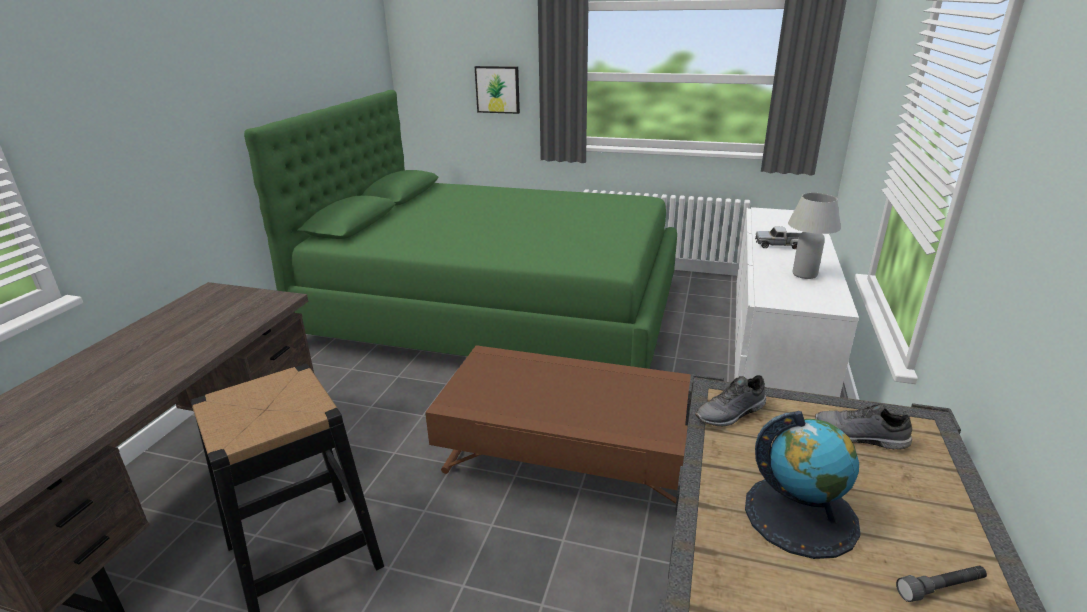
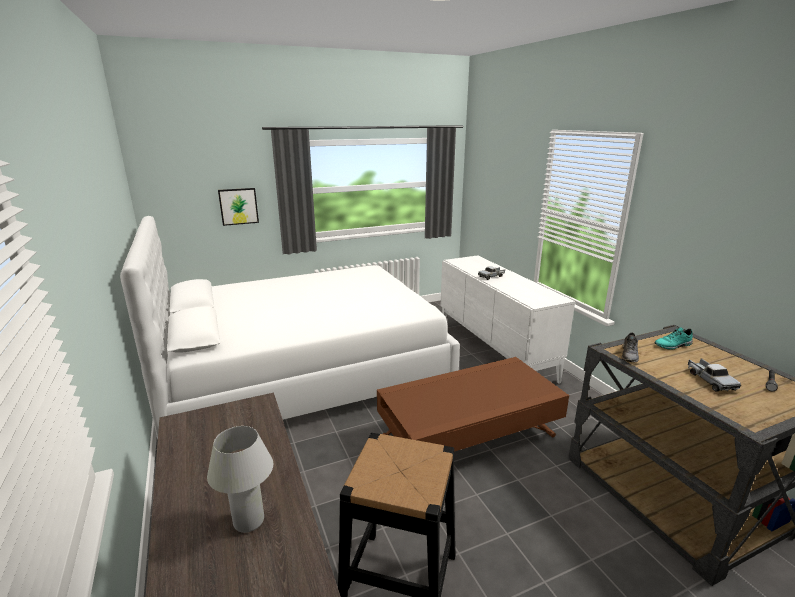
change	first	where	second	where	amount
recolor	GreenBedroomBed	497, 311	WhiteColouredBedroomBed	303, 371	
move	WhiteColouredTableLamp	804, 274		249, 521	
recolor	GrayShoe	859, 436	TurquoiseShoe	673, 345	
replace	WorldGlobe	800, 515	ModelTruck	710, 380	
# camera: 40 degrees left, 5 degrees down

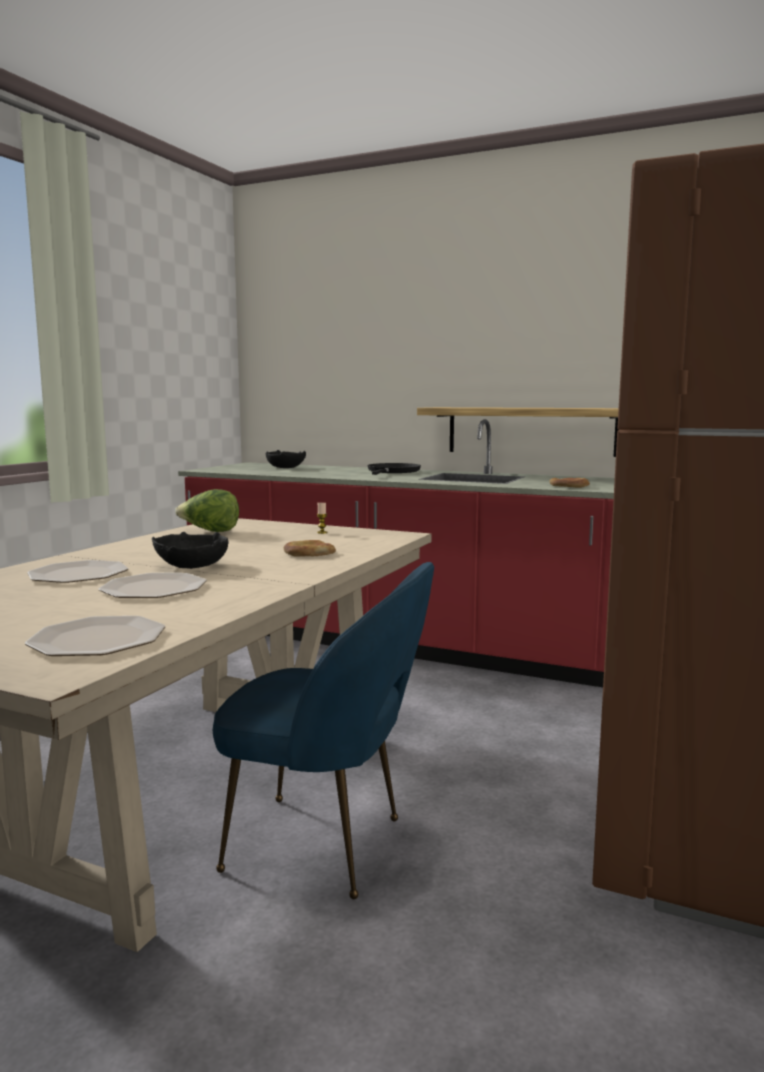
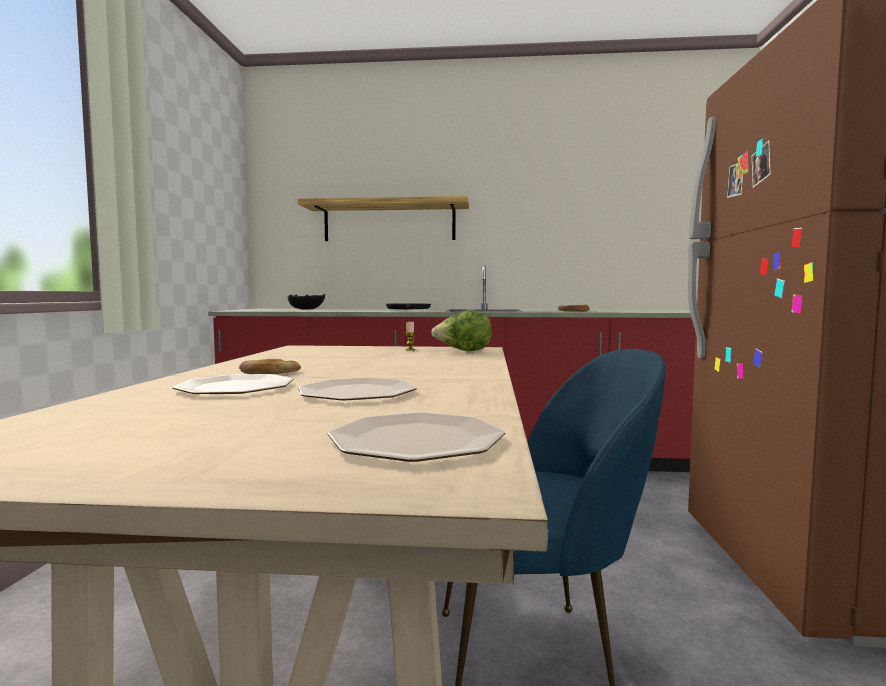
change	first	where	second	where	amount
move	Bread	308, 553		269, 372	
move	Shelf	530, 431		389, 222	
move	HeadOfLettuce	210, 531		463, 351	
delete	BlackDeepDish	192, 566			
# camera: 20 degrees left, 5 degrees down

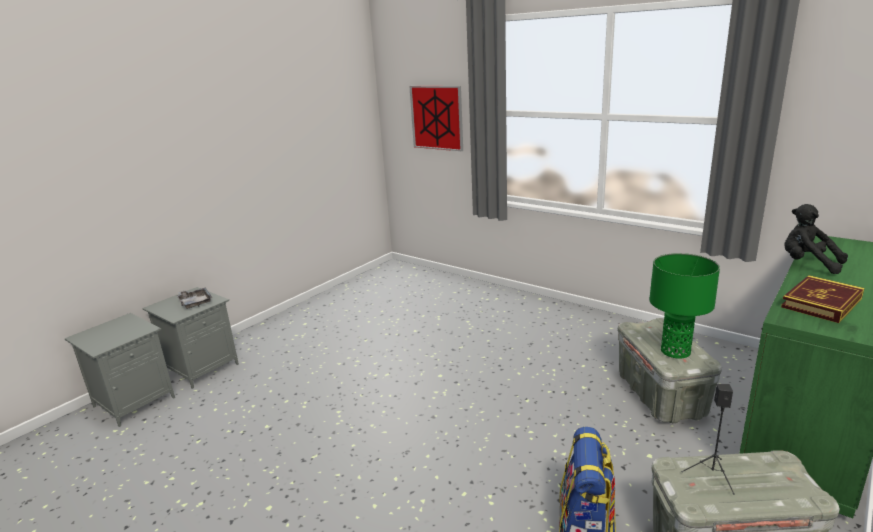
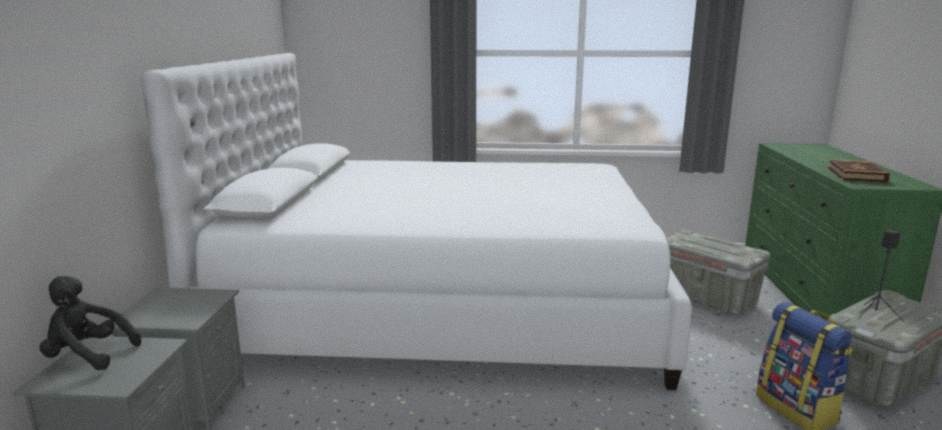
change	first	where	second	where	amount
move	BlackSoftToy	807, 264		88, 356	
insert			WhiteColouredBedroomBed	443, 305	
delete	GrayTray	195, 302			
delete	Picture	437, 117			
delete	GreenTableLamp	675, 351			
# camera: 35 degrees left, 5 degrees down

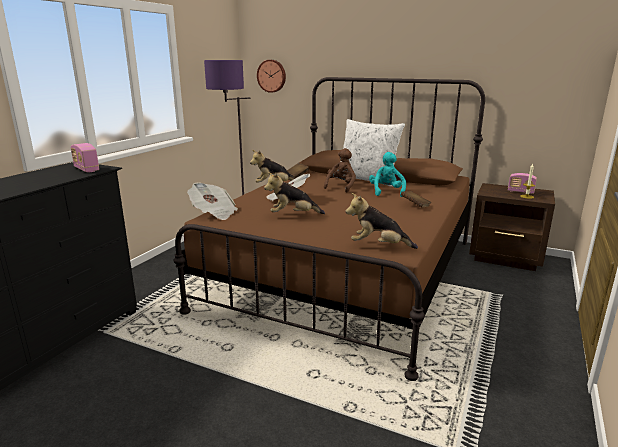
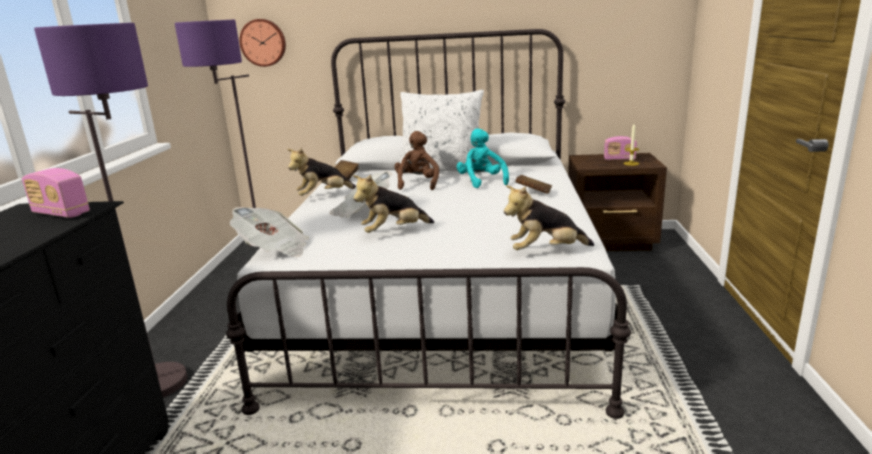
change	first	where	second	where	amount
insert			PurpleFloorLamp	169, 388	
recolor	BrownishBedroomBed	346, 273	WhiteColouredBedroomBed	444, 299	
# camera: 20 degrees left, 0 degrees up

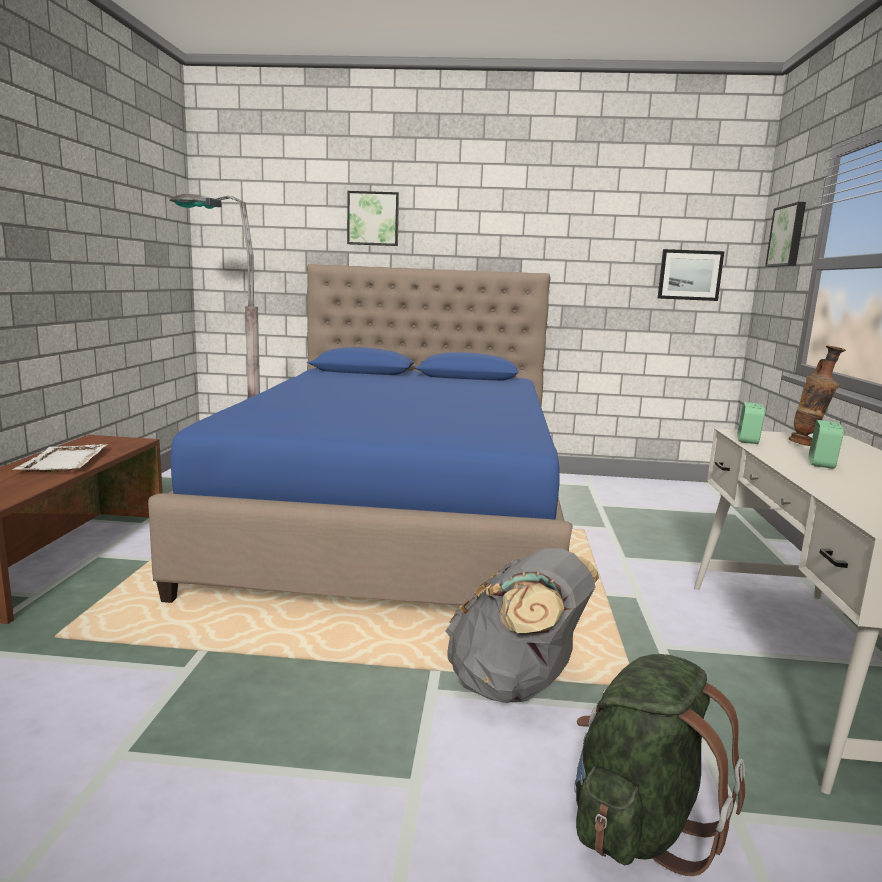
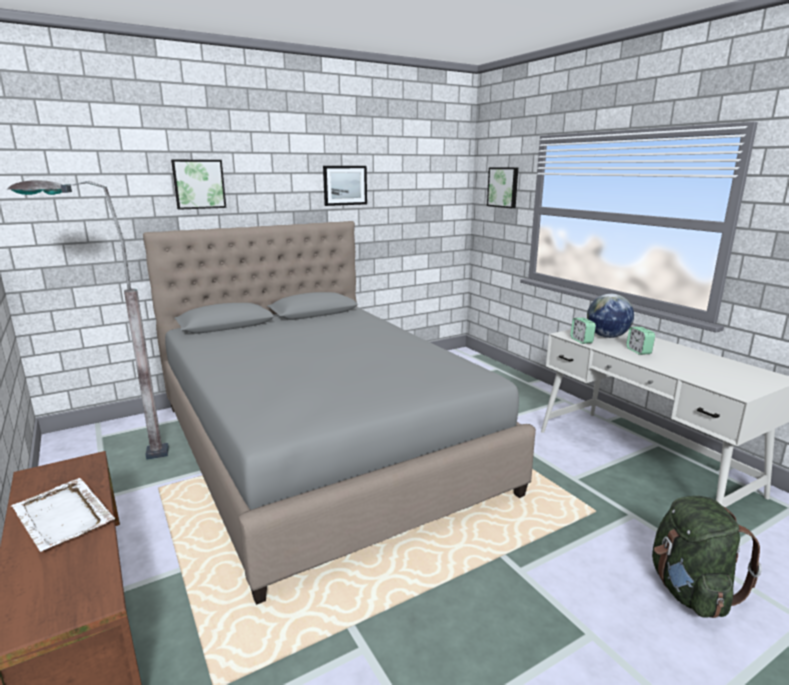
change	first	where	second	where	amount
recolor	BlueBedroomBed	398, 520	GrayBedroomBed	322, 446	
move	Picture	689, 275		345, 185	
replace	DecorativeVase	808, 445	WorldGlobe	607, 336	
delete	GrayKnapsack	515, 686			
# camera: 35 degrees left, 5 degrees up

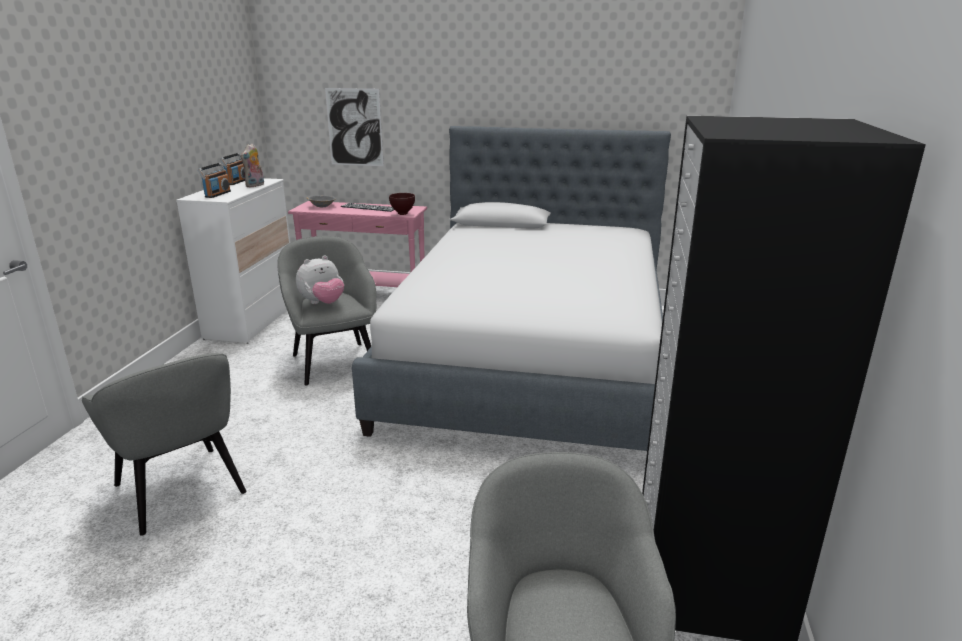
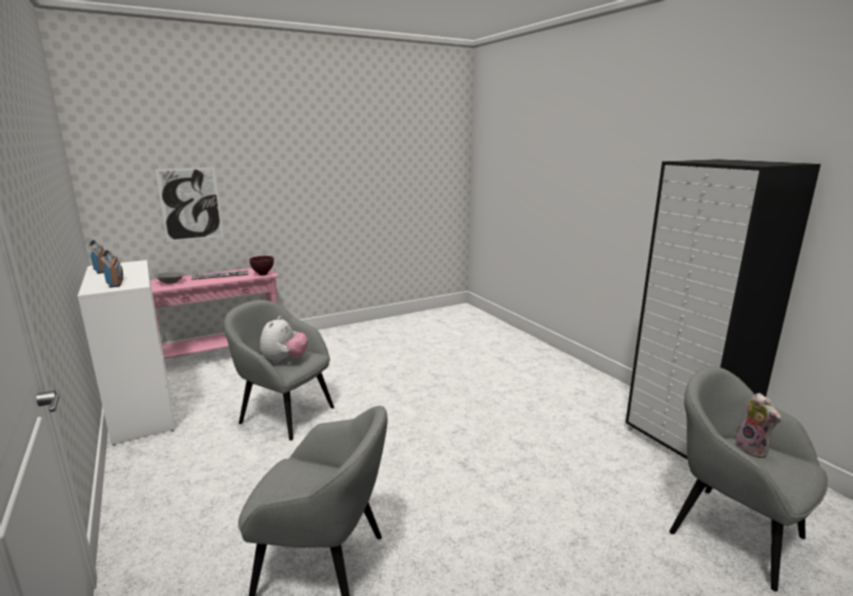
change	first	where	second	where	amount
move	SoftToy	255, 185		753, 450	
delete	BedroomBed	533, 358			
# camera: 40 degrees left, 5 degrees down

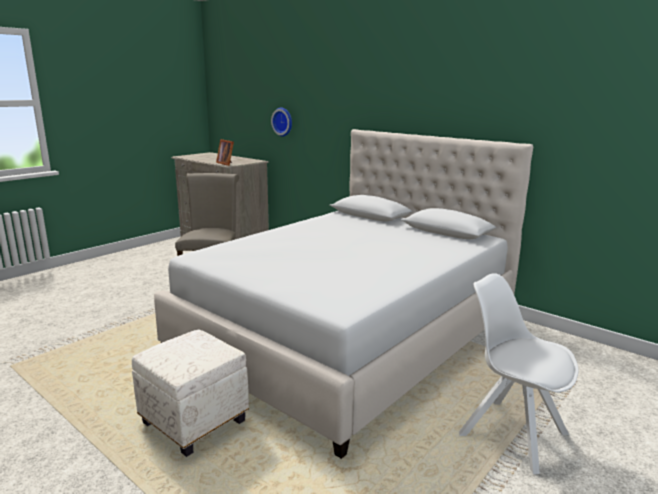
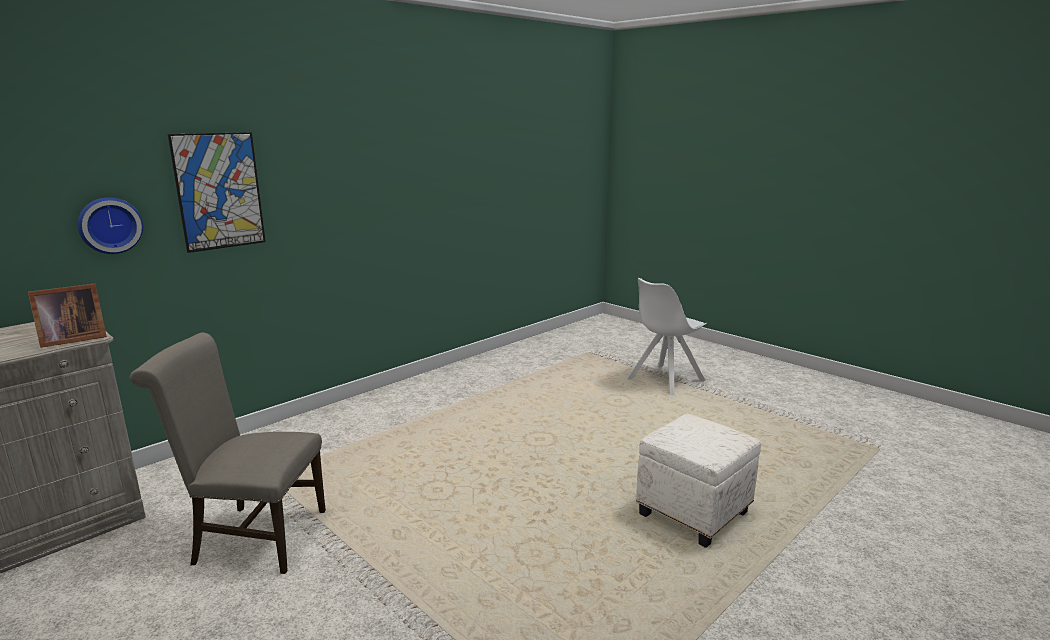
change	first	where	second	where	amount
insert			Picture	219, 191	
delete	WhiteColouredBedroomBed	349, 334			
# camera: 85 degrees left, 0 degrees up

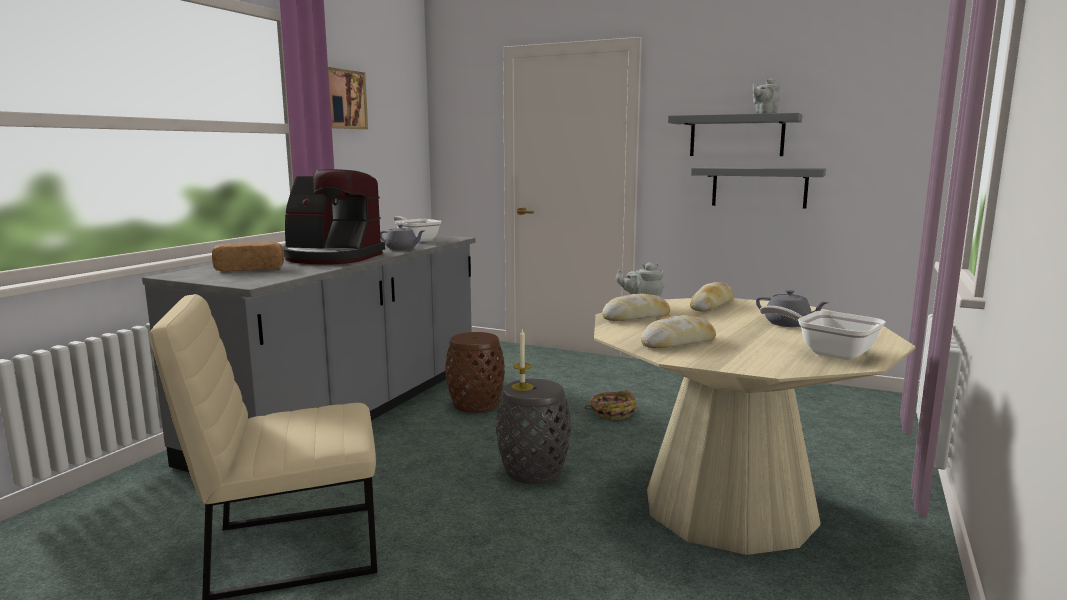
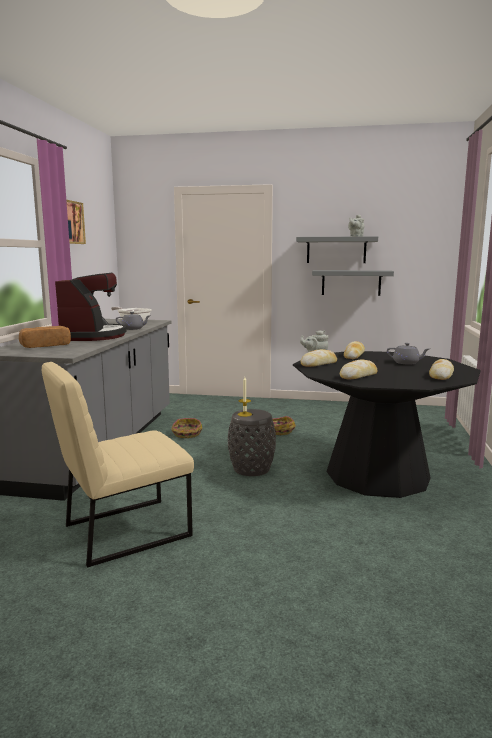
change	first	where	second	where	amount
rotate	CoffeeBrewer	332, 257		92, 336	90 degrees counterclockwise
replace	BrownishStoolSeat	475, 404	HouseholdBasket	186, 434	
recolor	SandColouredKitchenTable	729, 506	BlackKitchenTable	377, 474	
replace	Skillet	828, 352	Bread	441, 375	
# camera: 15 degrees left, 0 degrees up

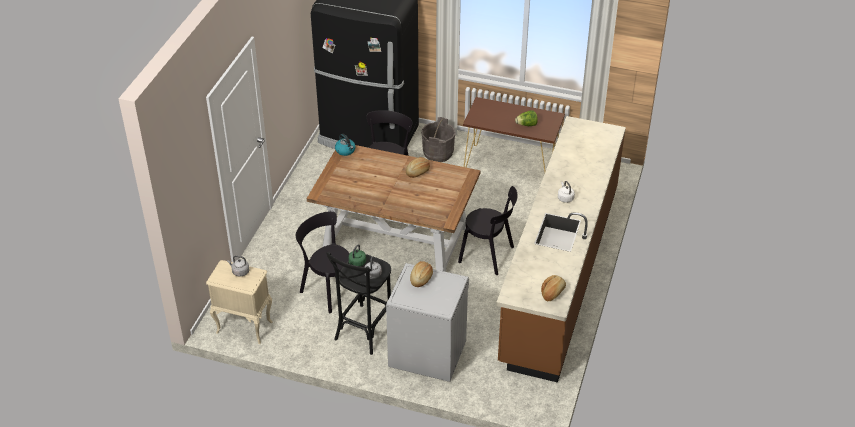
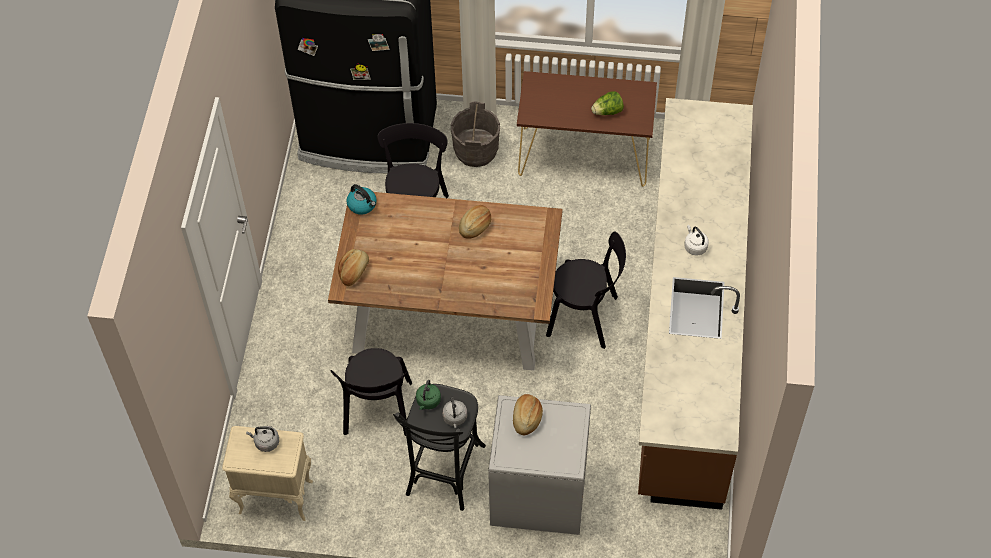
change	first	where	second	where	amount
rotate	BlackChair	329, 289		377, 411	120 degrees counterclockwise
move	Bread	553, 292		354, 271	
# camera: 10 degrees left, 15 degrees up

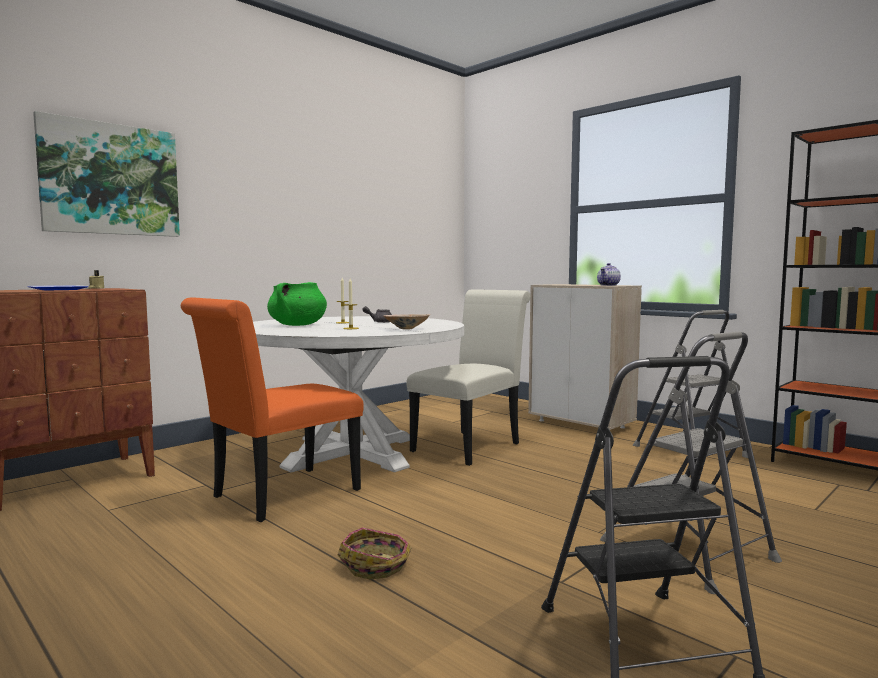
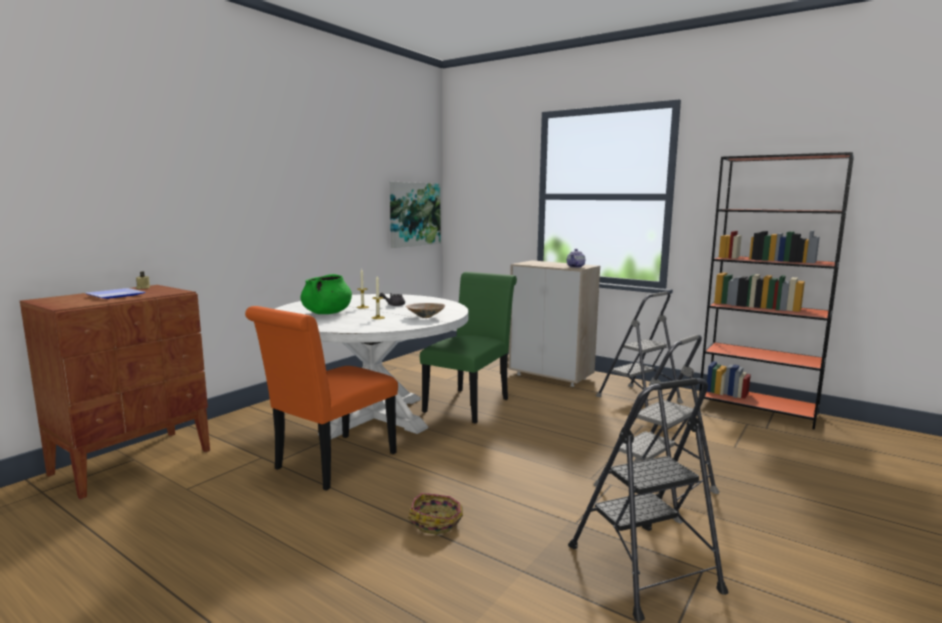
change	first	where	second	where	amount
move	Picture	110, 179		414, 214	
recolor	WhiteColouredChair	470, 446	GreenChair	470, 403	
# camera: 10 degrees left, 5 degrees up

